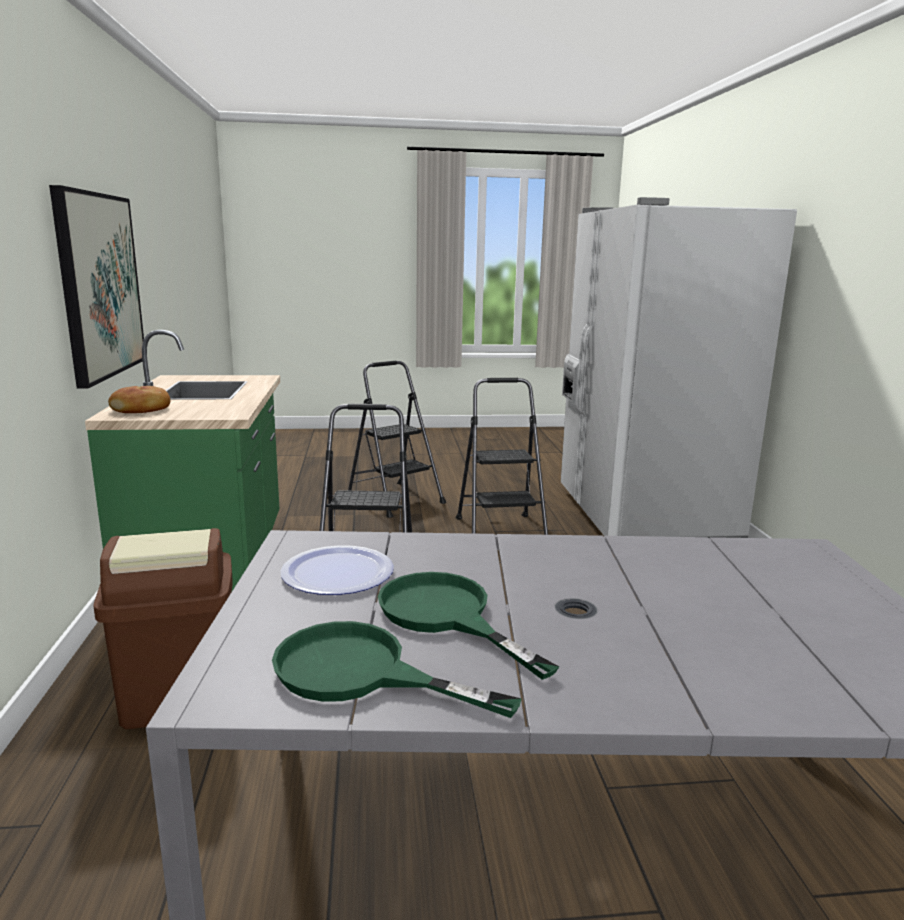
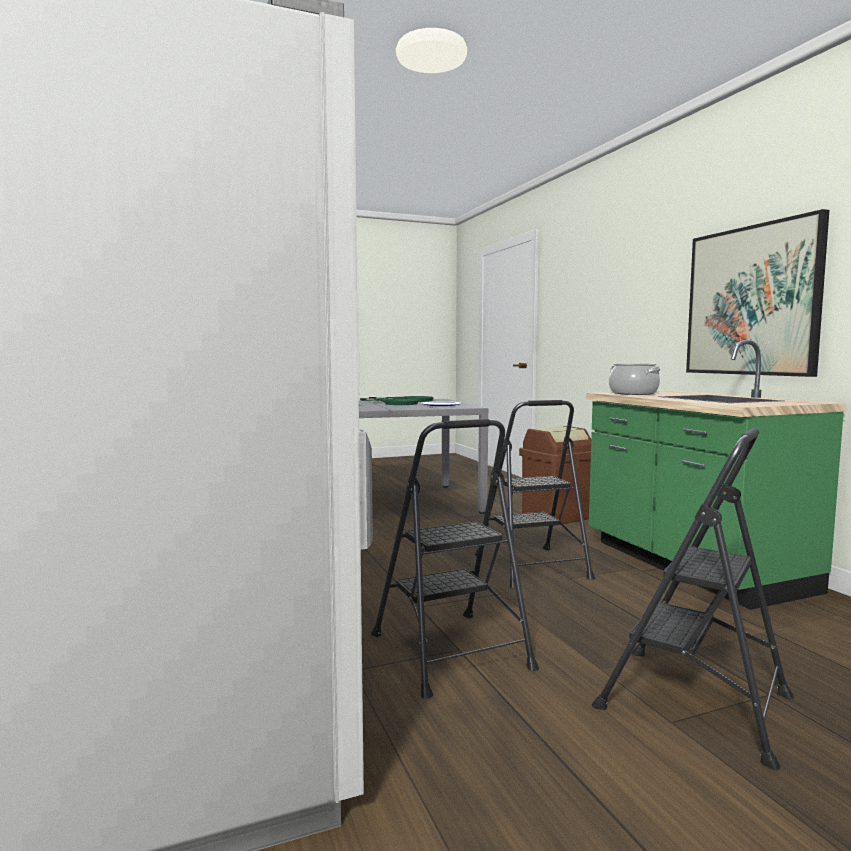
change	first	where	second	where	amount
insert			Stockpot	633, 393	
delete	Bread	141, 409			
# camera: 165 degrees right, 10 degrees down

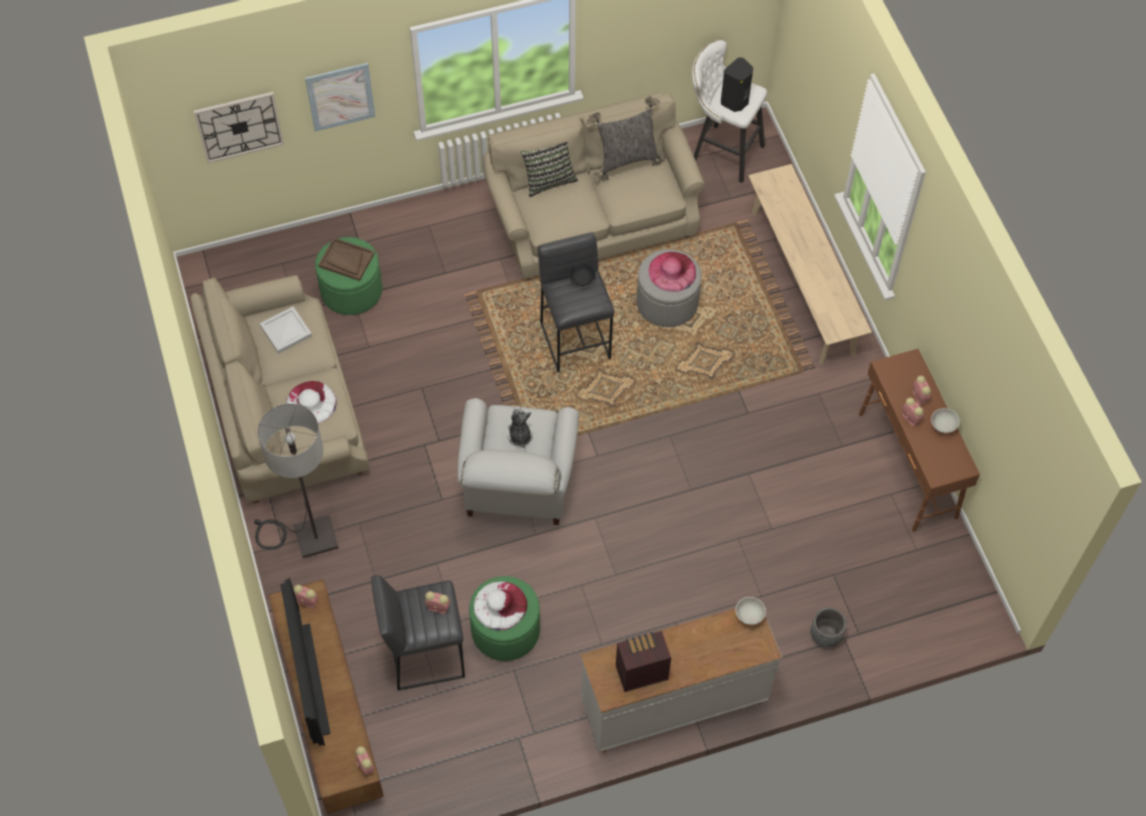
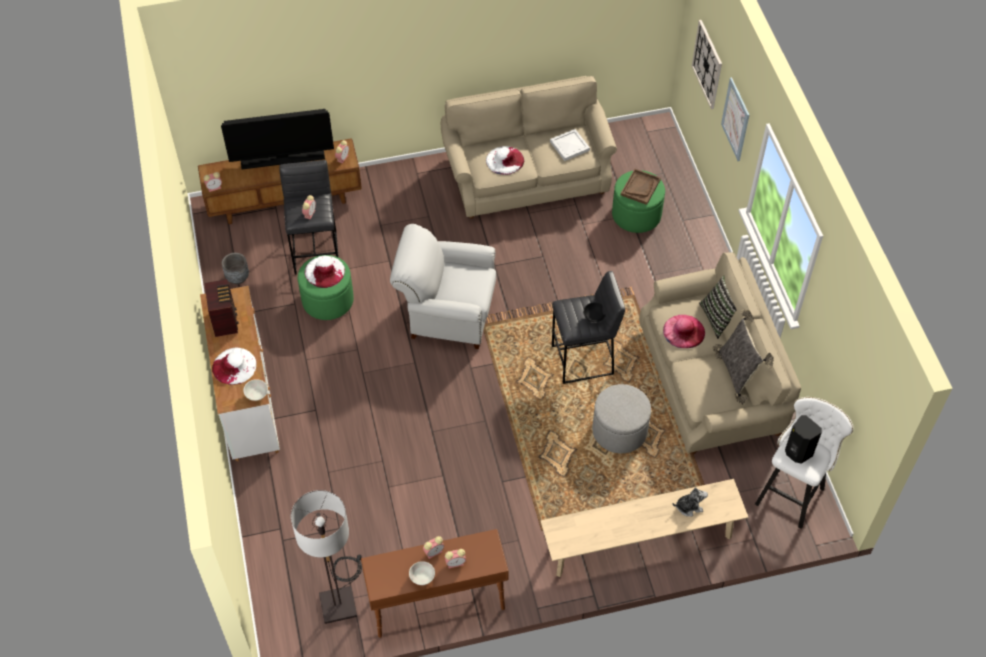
change	first	where	second	where	amount
insert			WhiteColouredWearableHat	234, 366	
move	GrayPlanter	825, 636		237, 277	
move	FloorLamp	302, 536		341, 595	
move	PinkishWearableHat	672, 271		684, 331	
move	SoftToy	519, 435		689, 506	
# camera: 95 degrees right, 5 degrees down

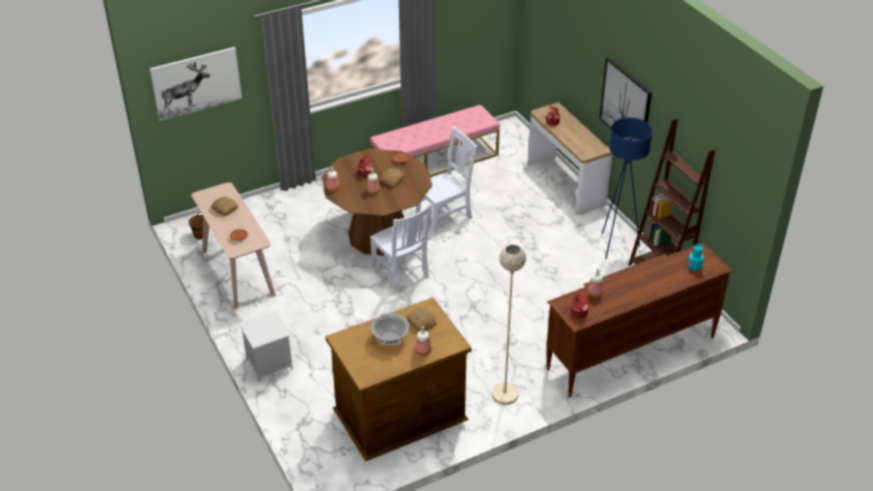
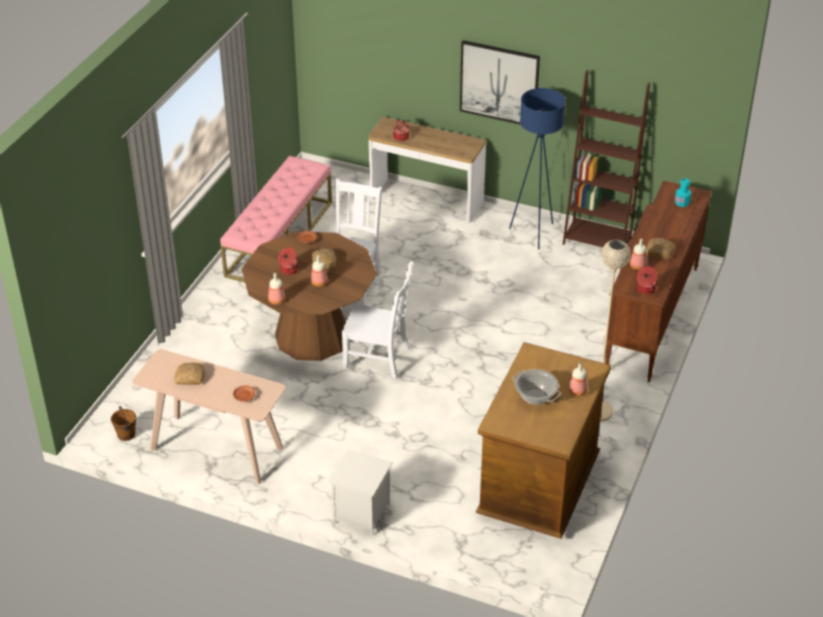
change	first	where	second	where	amount
move	Bread	421, 322		660, 252	
delete	Picture	196, 83			
# camera: 40 degrees left, 0 degrees up

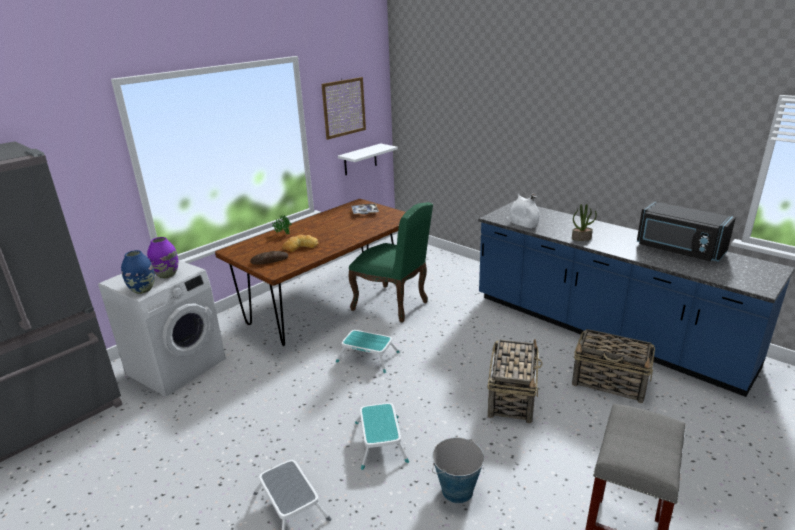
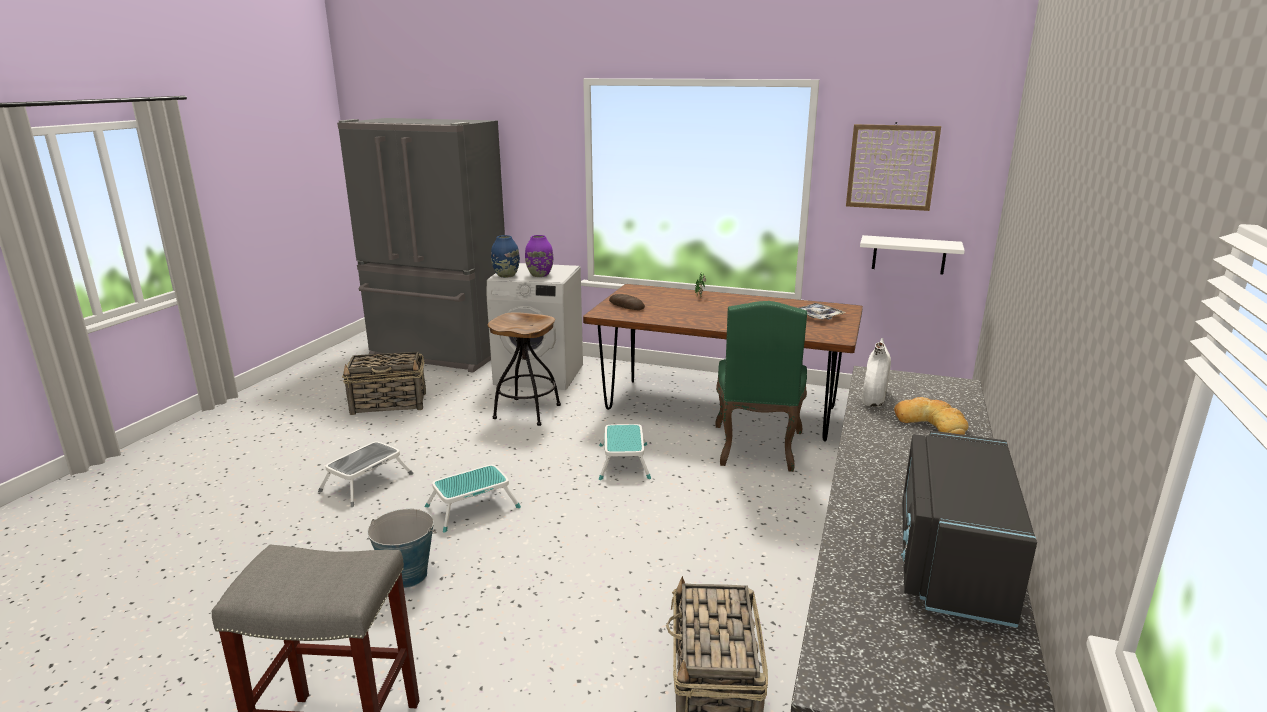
change	first	where	second	where	amount
move	HouseholdBasket	512, 397		390, 404	
insert			BrownishStoolSeat	527, 411	
move	Bread	300, 246		931, 422	
delete	PlantInAPot	581, 238			
# camera: 65 degrees right, 5 degrees down

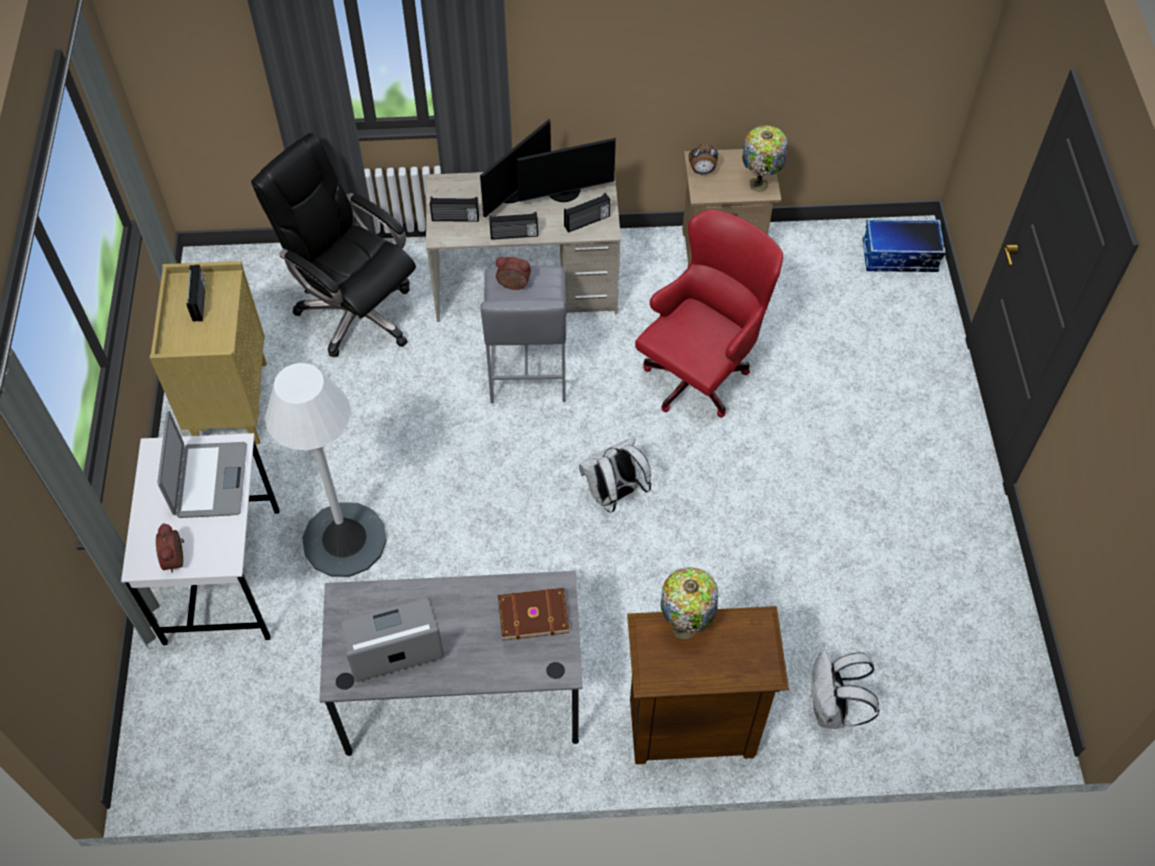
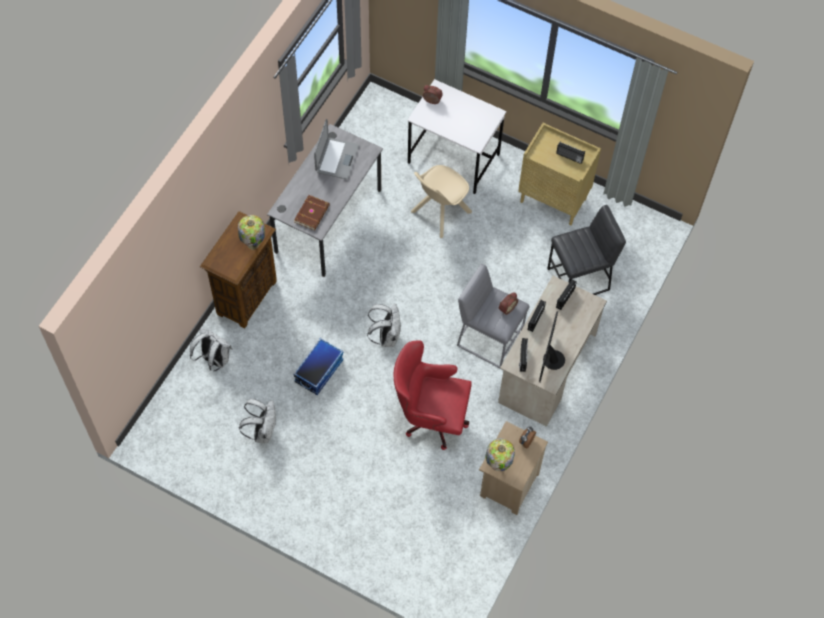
change	first	where	second	where	amount
insert			WhiteColouredKnapsack	262, 431	
move	StorageContainer	899, 257		318, 370	
rotate	RedColouredComputerChair	699, 375		431, 419	120 degrees clockwise
replace	WhiteColouredFloorLamp	345, 540	SandColouredChair	440, 213	
replace	BlackComputerChair	356, 313	GrayStoolSeat	579, 279	
delete	NotebookComputer	210, 480			
delete	ComputerScreen	512, 192			
# camera: 120 degrees right, 5 degrees up

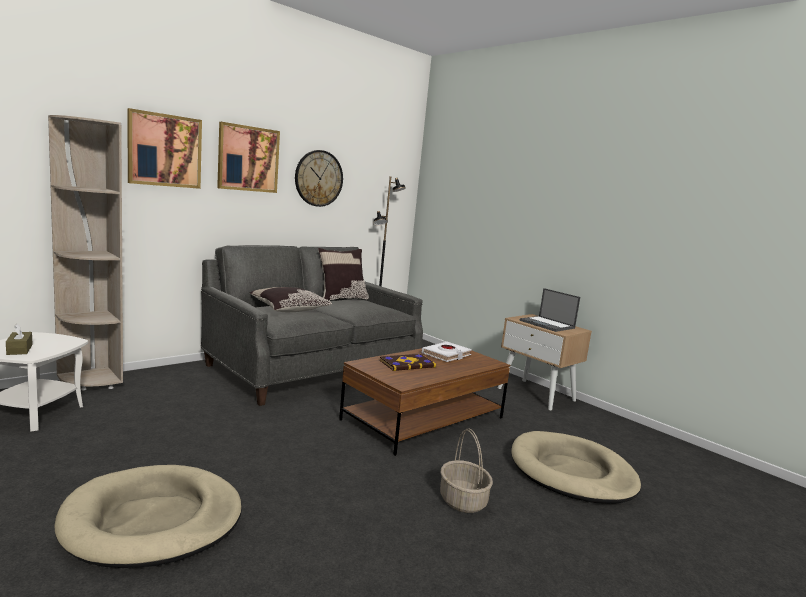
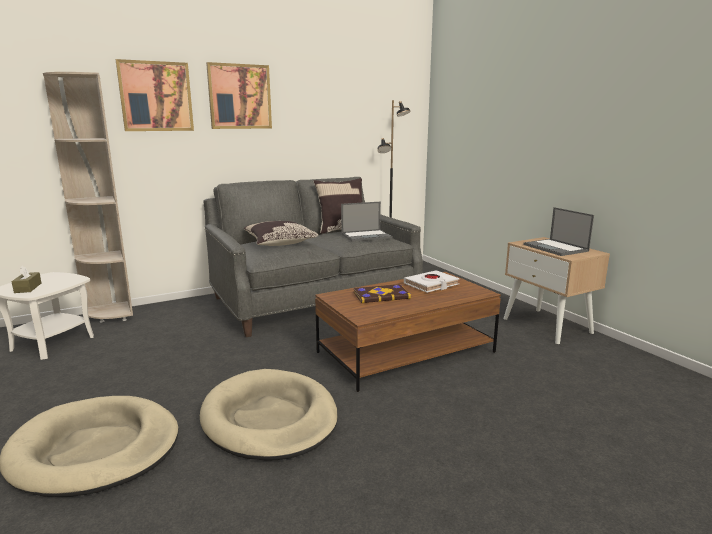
change	first	where	second	where	amount
move	SandColouredPetBed	571, 472		270, 418	
insert			NotebookComputer	367, 236	
delete	WallClock	318, 178			
delete	HouseholdBasket	463, 501			
# camera: 15 degrees right, 5 degrees up

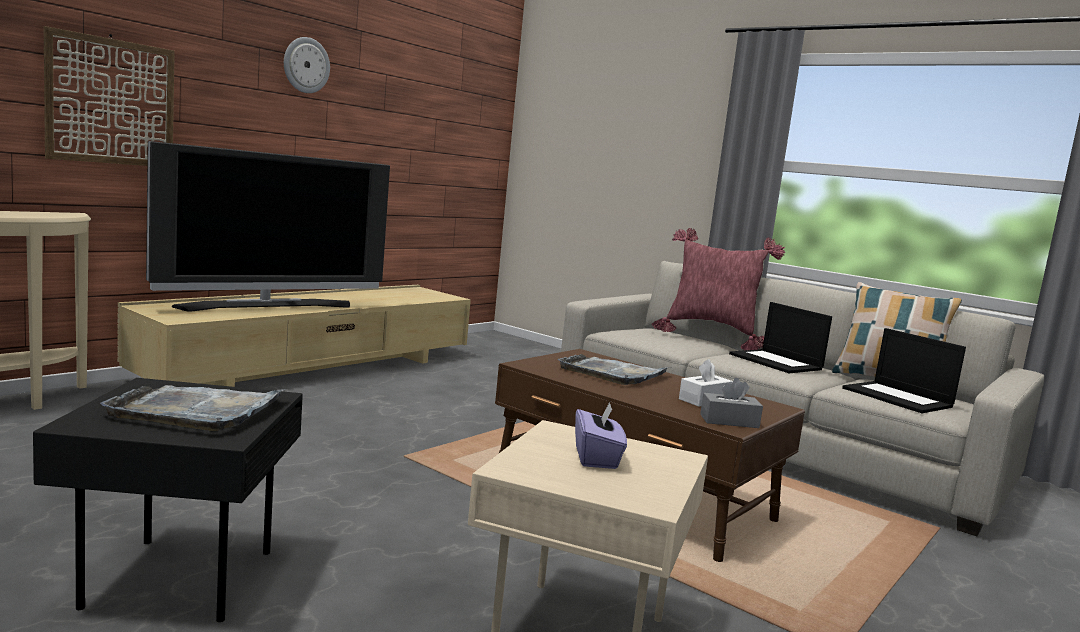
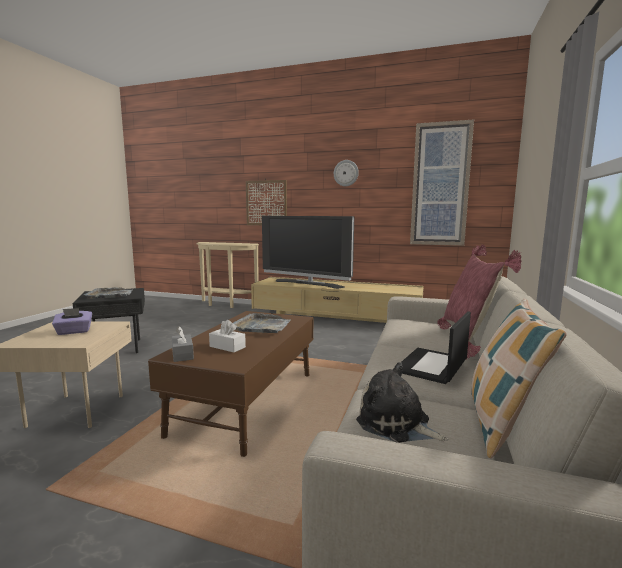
change	first	where	second	where	amount
replace	NotebookComputer	898, 398	SoftToy	396, 424	
insert			Picture	440, 185	
# camera: 70 degrees right, 0 degrees up

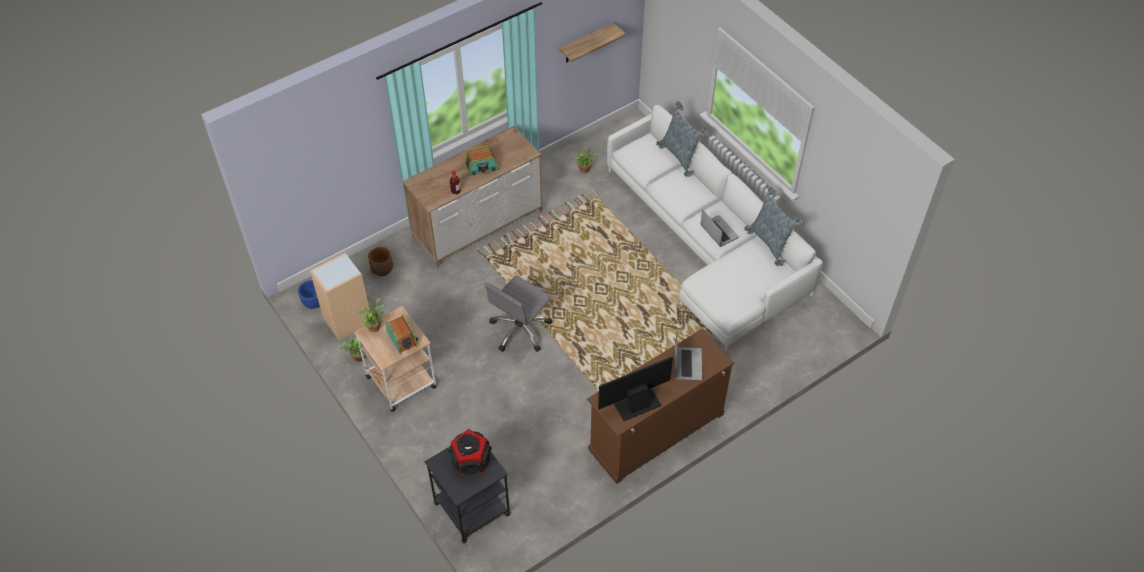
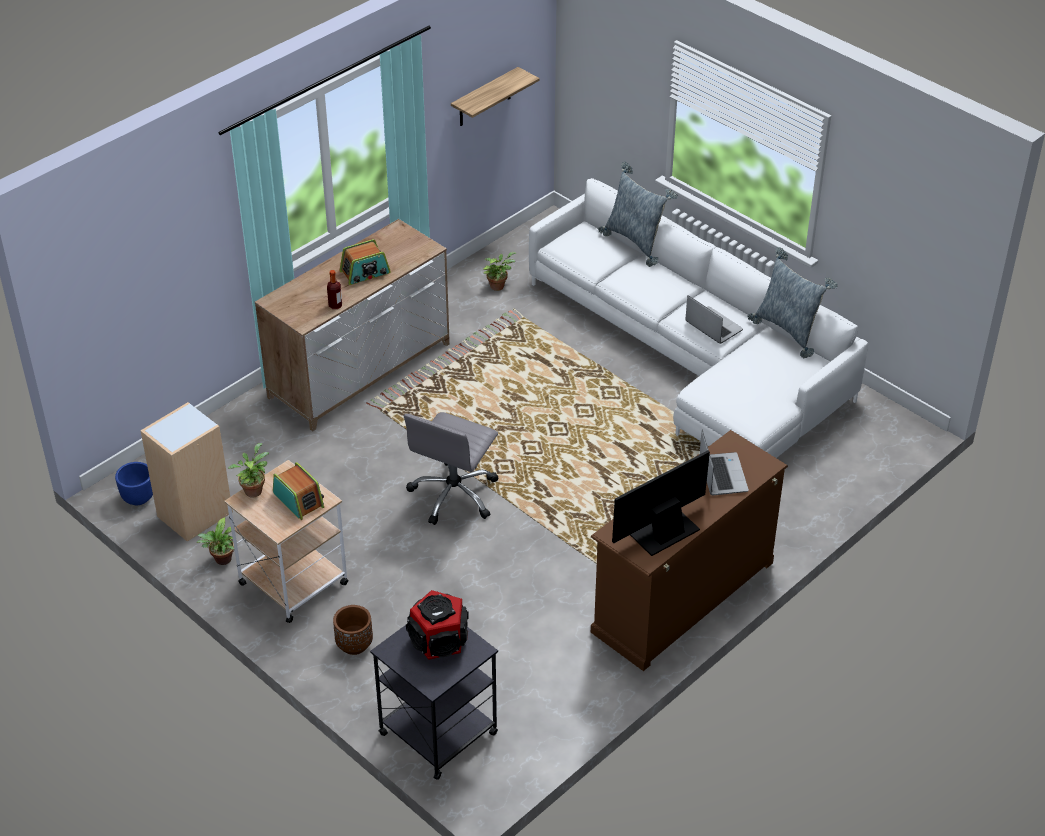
change	first	where	second	where	amount
move	BrownishPlanter	382, 270		354, 645	
# camera: 10 degrees left, 10 degrees down

